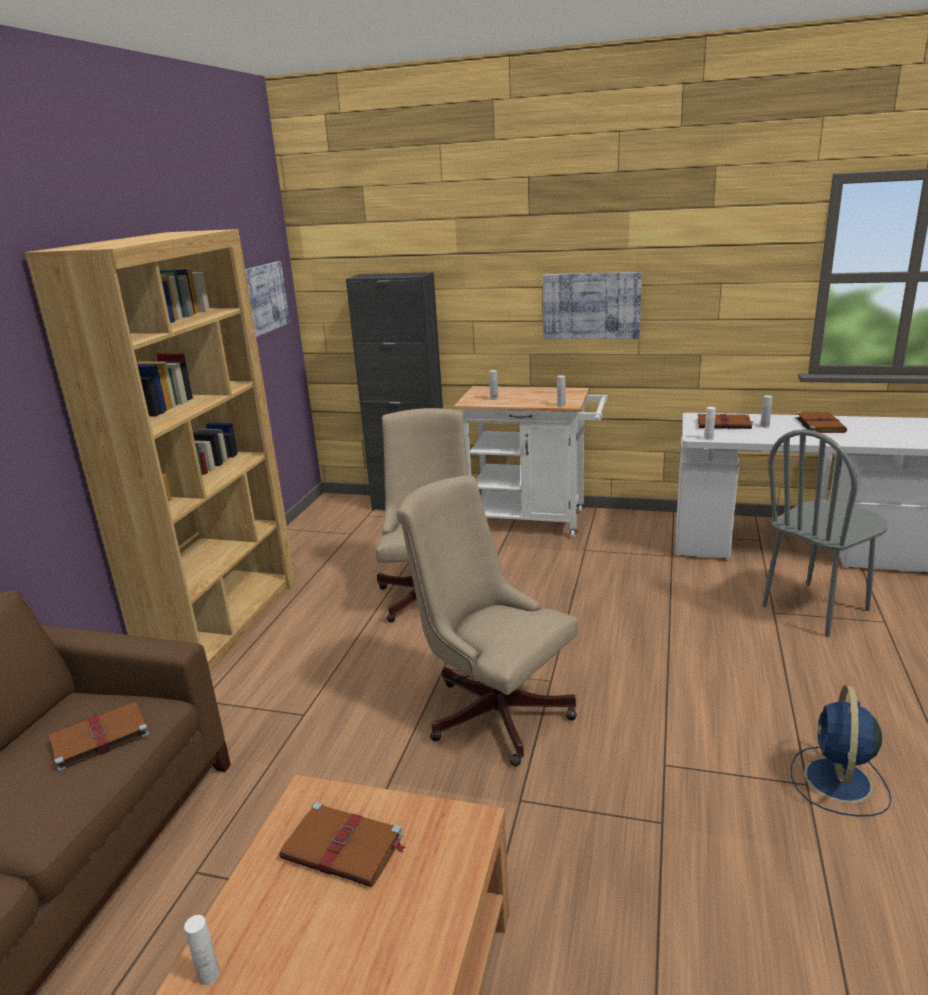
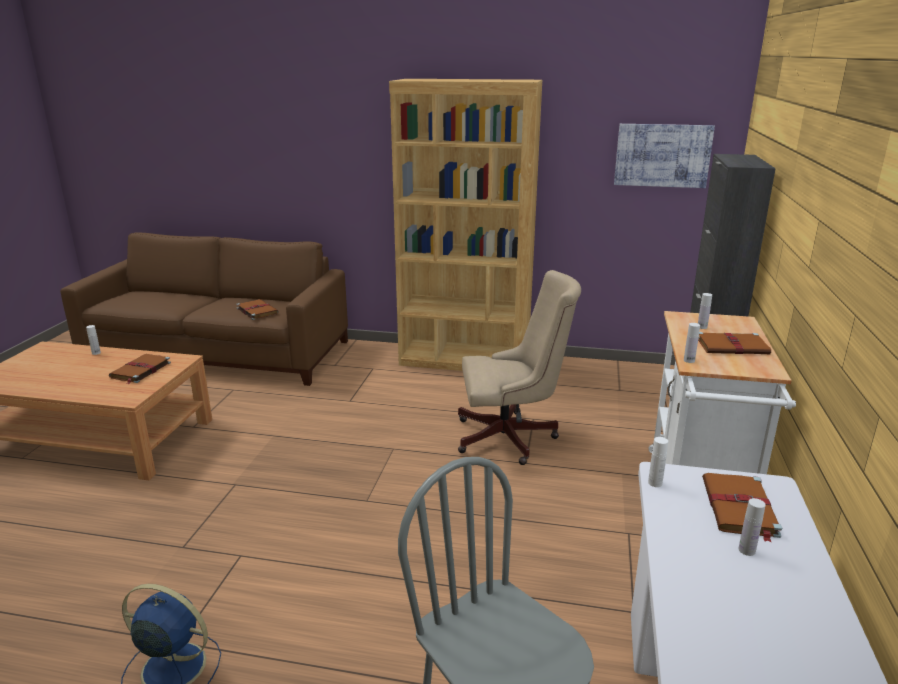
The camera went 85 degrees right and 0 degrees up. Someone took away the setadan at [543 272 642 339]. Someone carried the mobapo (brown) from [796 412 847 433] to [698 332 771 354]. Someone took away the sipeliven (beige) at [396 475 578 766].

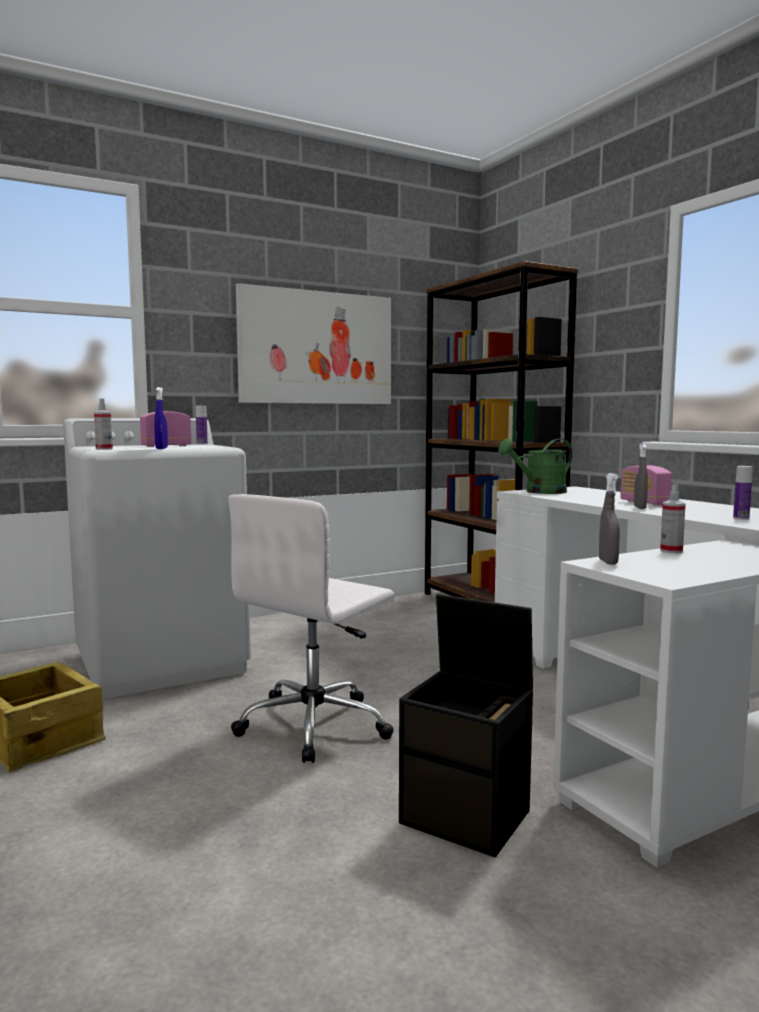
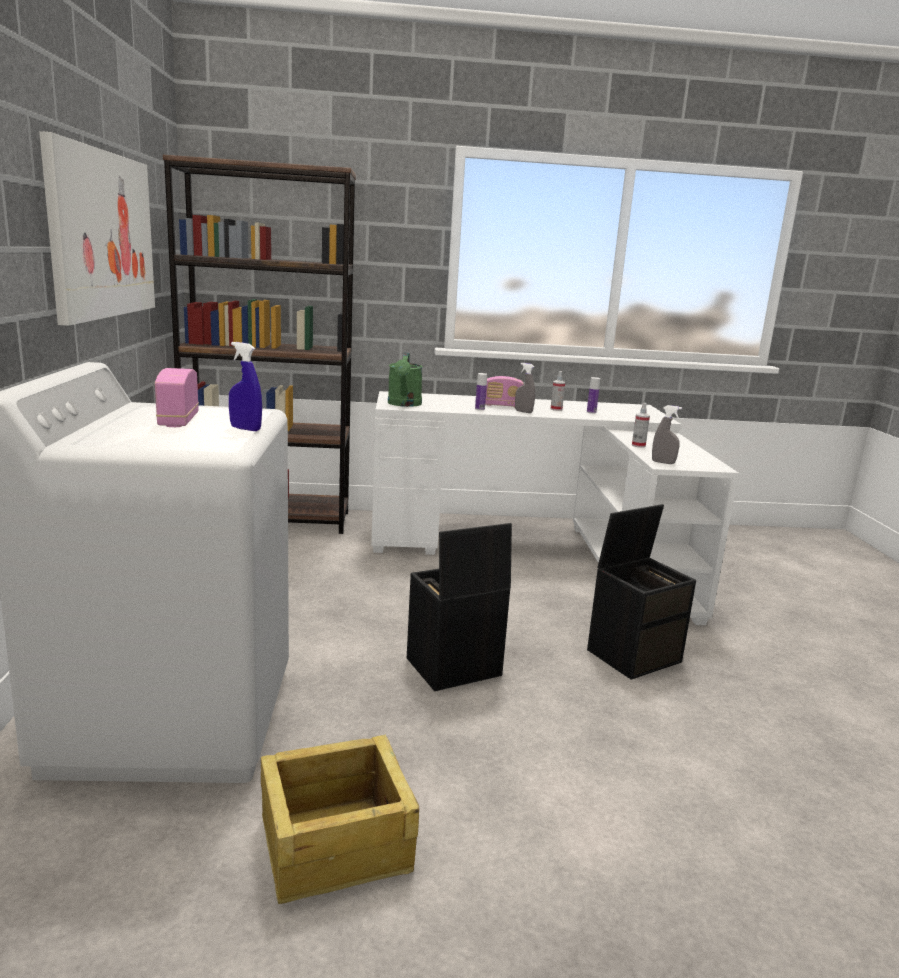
The camera went 65 degrees left and 10 degrees up. Someone carried the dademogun from [94 398 113 450] to [550 371 565 411]. Someone carried the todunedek from [196 405 208 444] to [475 373 487 410]. Someone swapped the sipeliven (white) at [228 494 395 763] for the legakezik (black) at [407 523 512 691].

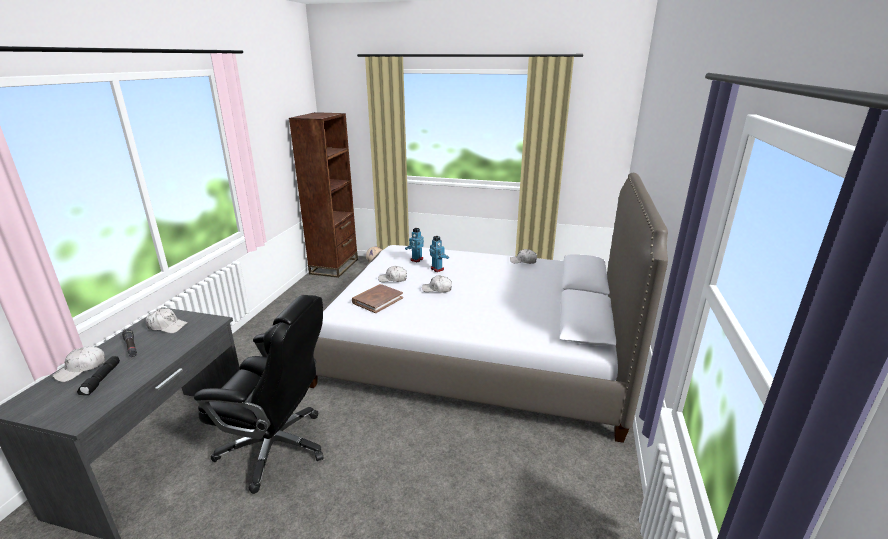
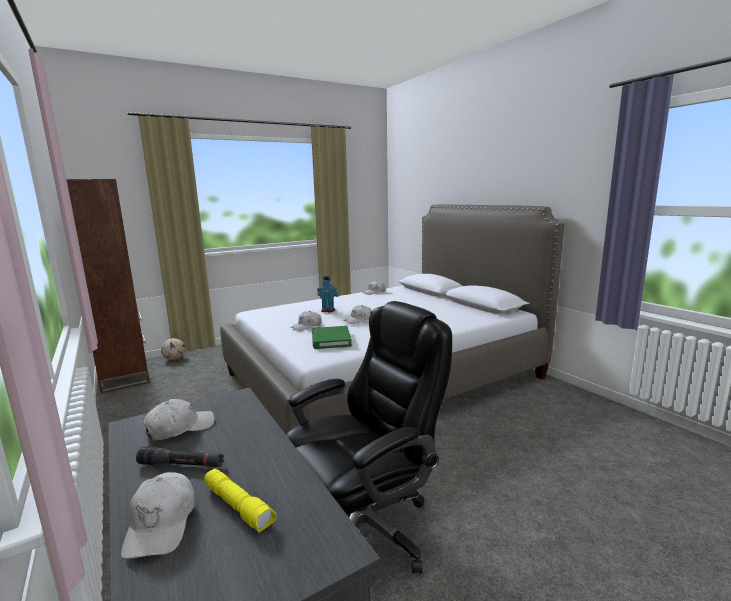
The camera went 45 degrees left and 10 degrees down. Someone took away the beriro at [405 228 424 262]. Someone repainted the mobapo (brown) at [352 284 403 313], which became the mobapo (green) at [312 326 352 349]. Someone repainted the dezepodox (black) at [77 356 120 395], which became the dezepodox (yellow) at [204 469 276 533].

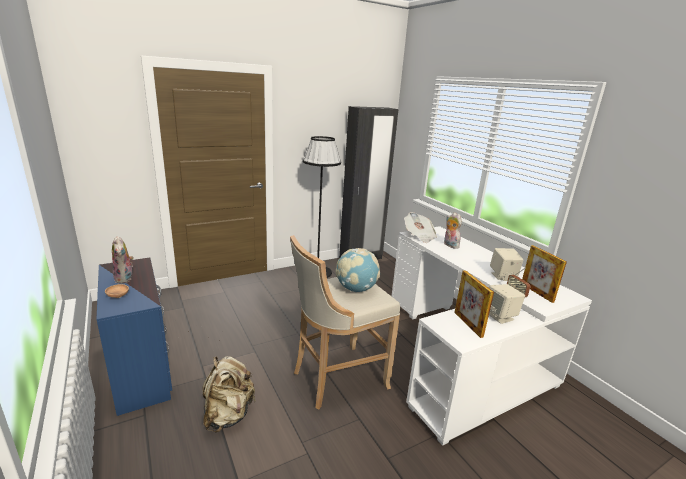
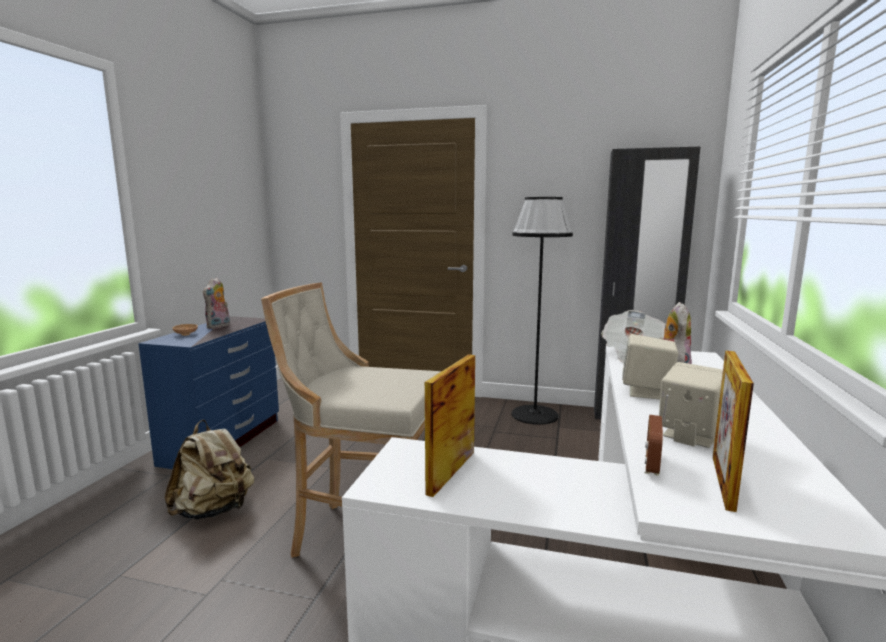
The camera went 45 degrees right and 10 degrees down. Someone took away the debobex at [336 248 380 292]. Someone carried the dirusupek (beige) from [489 284 525 324] to [622 334 679 400].

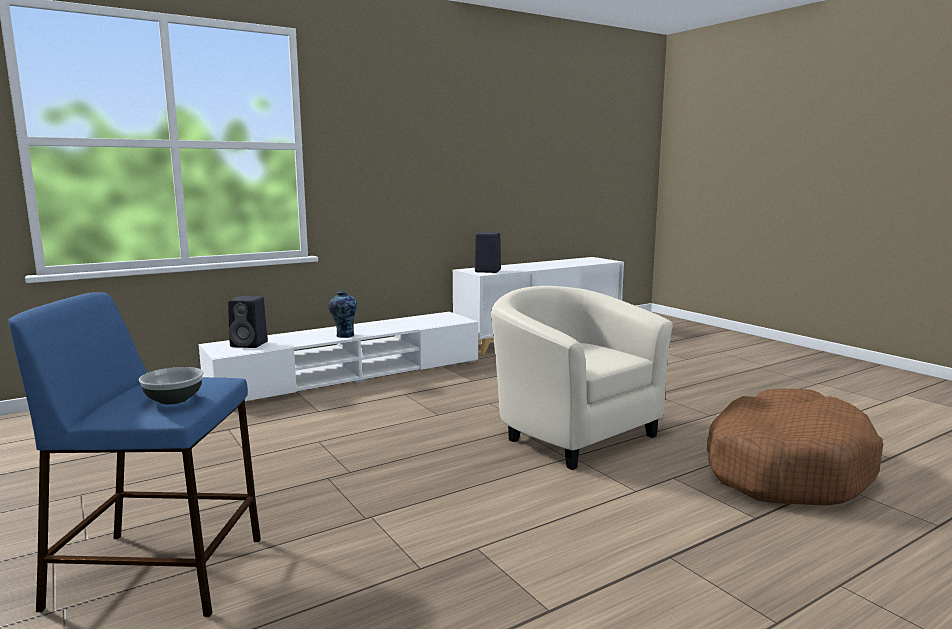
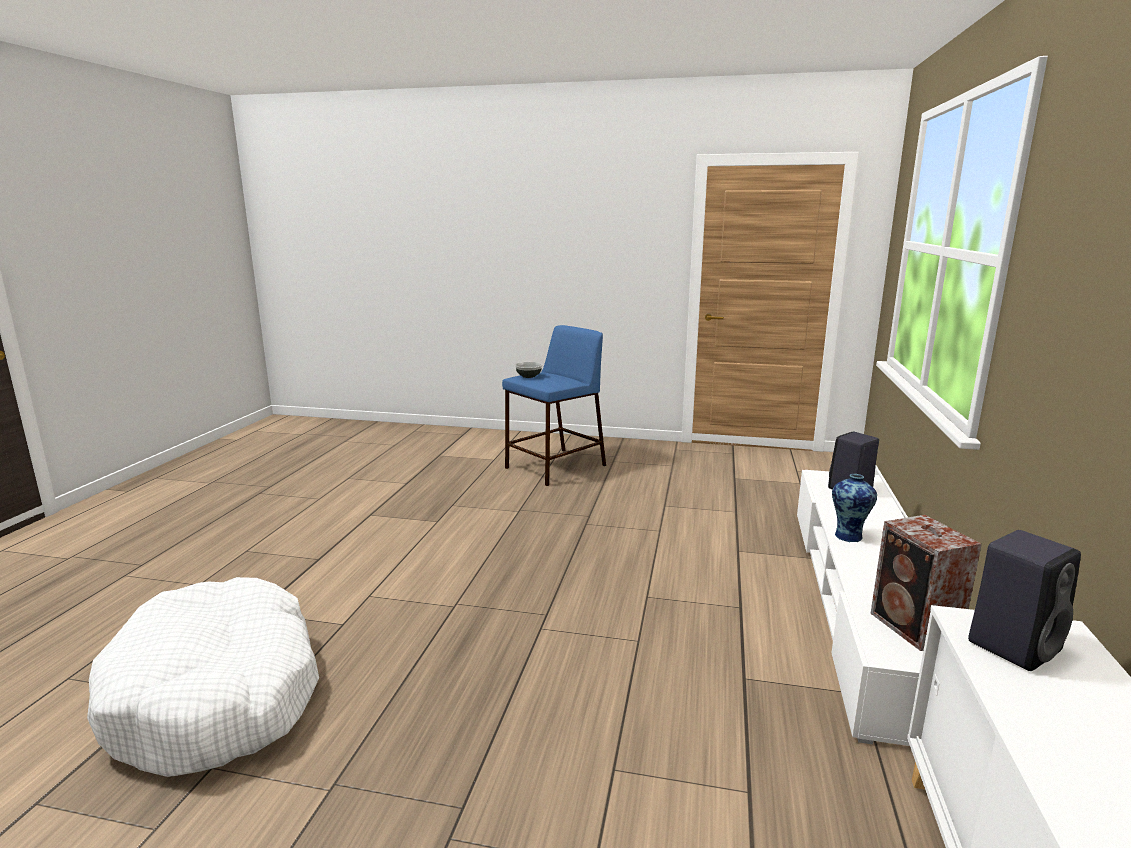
The camera went 135 degrees right and 5 degrees up. Someone took away the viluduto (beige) at [491 286 673 470]. Someone repainted the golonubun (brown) at [707 388 883 506], which became the golonubun (white) at [87 577 319 777]. Someone put down the dirusupek at [870 515 982 651].

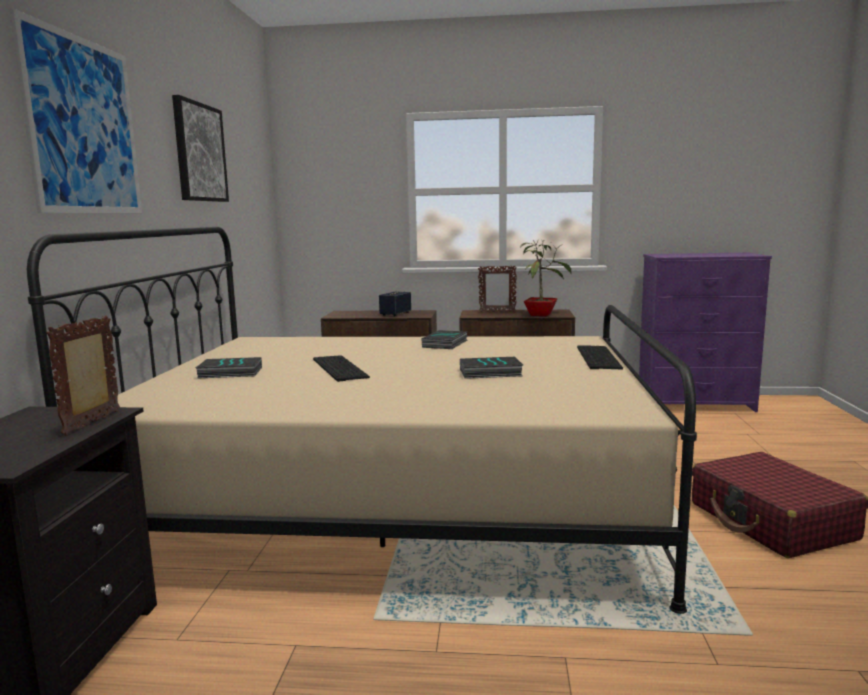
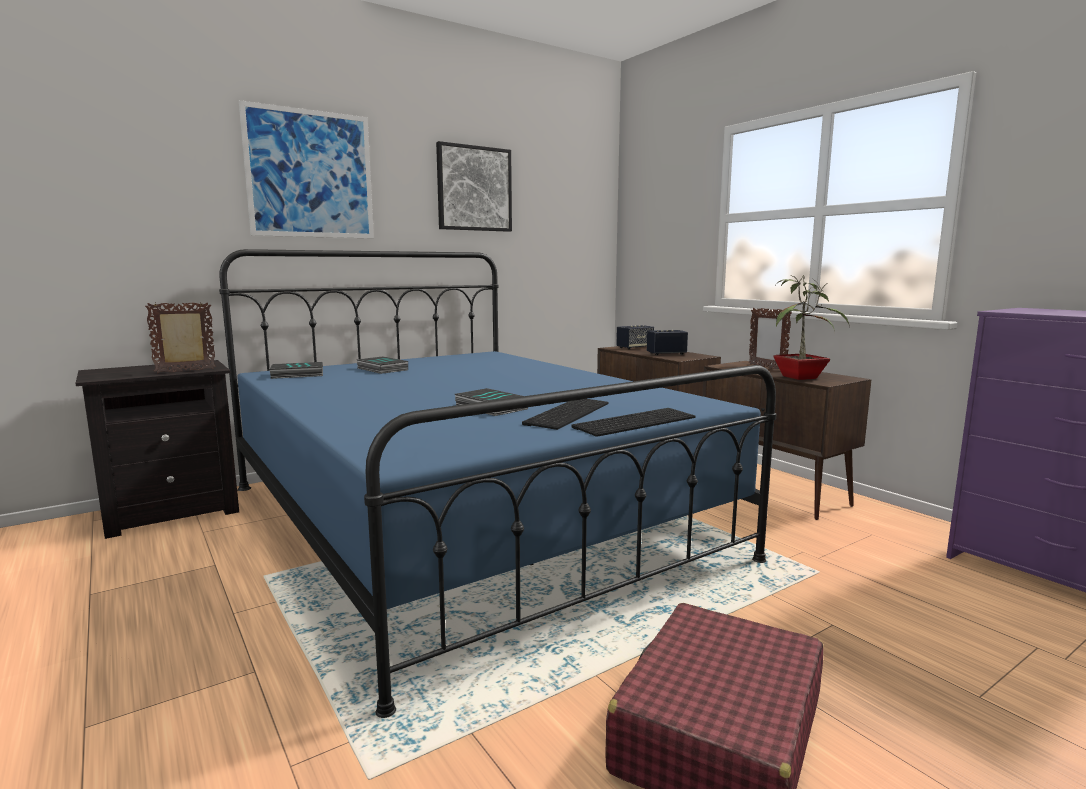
The camera went 50 degrees right and 0 degrees up. Someone repainted the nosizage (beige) at [27 227 697 614], which became the nosizage (blue) at [219 249 776 718]. Someone carried the mobapo from [421 330 467 349] to [269 362 323 379]. Someone carried the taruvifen from [313 355 370 382] to [522 399 609 430]. Someone put down the dirusupek at [616 325 654 350].

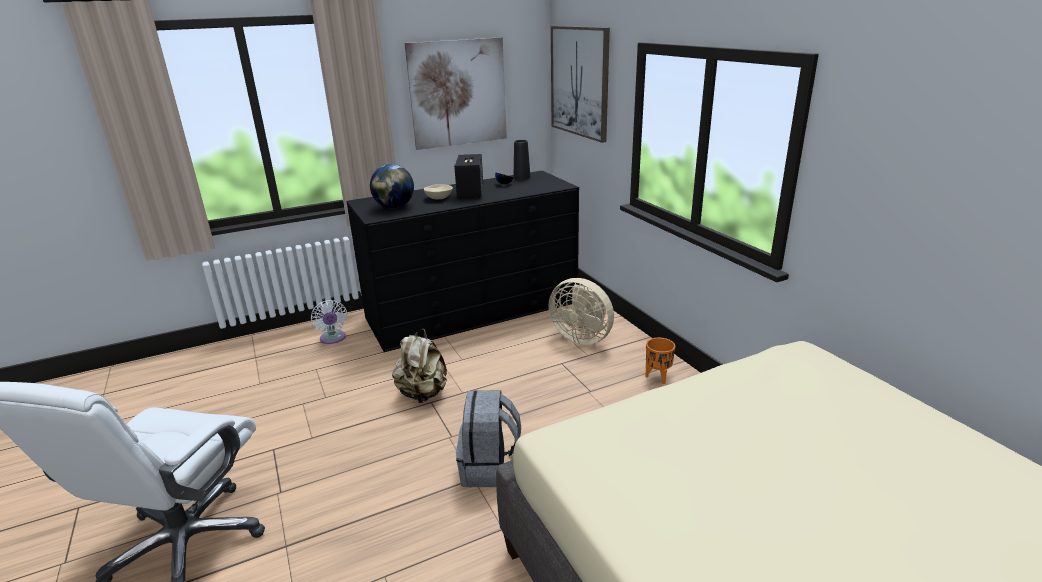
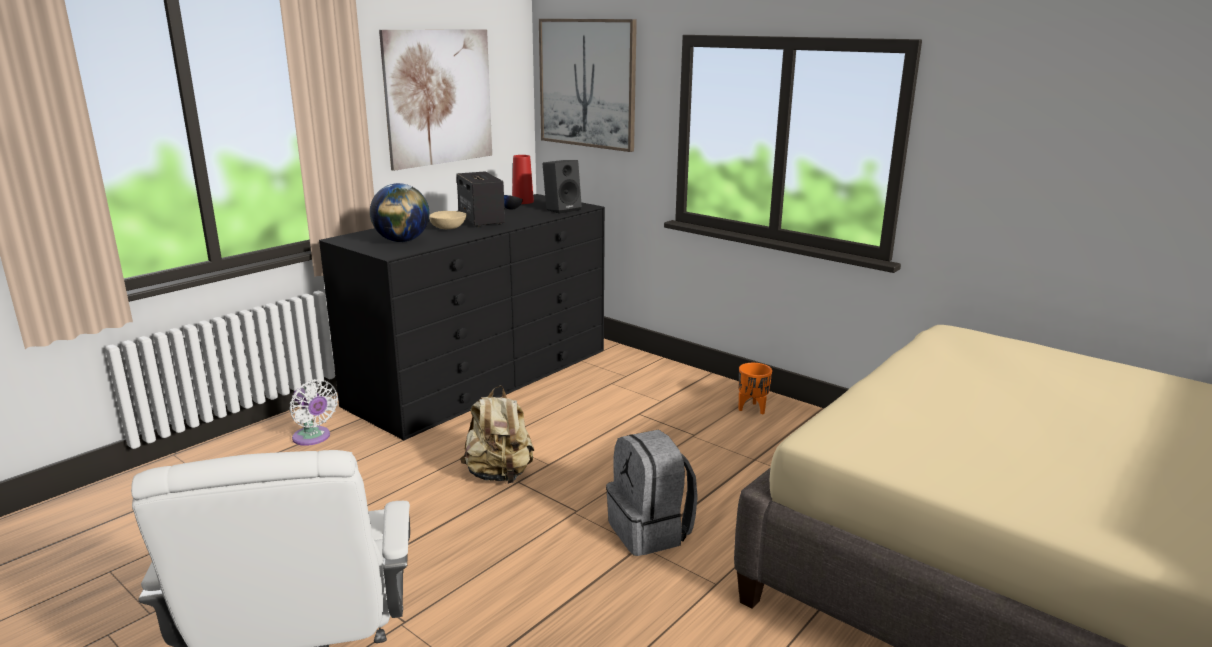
The camera went 25 degrees left and 5 degrees down. Someone repainted the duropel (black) at [513 140 531 180], which became the duropel (red) at [512 155 534 204]. Someone took away the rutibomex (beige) at [549 278 614 345]. Someone put down the dirusupek (black) at [542 160 582 214].

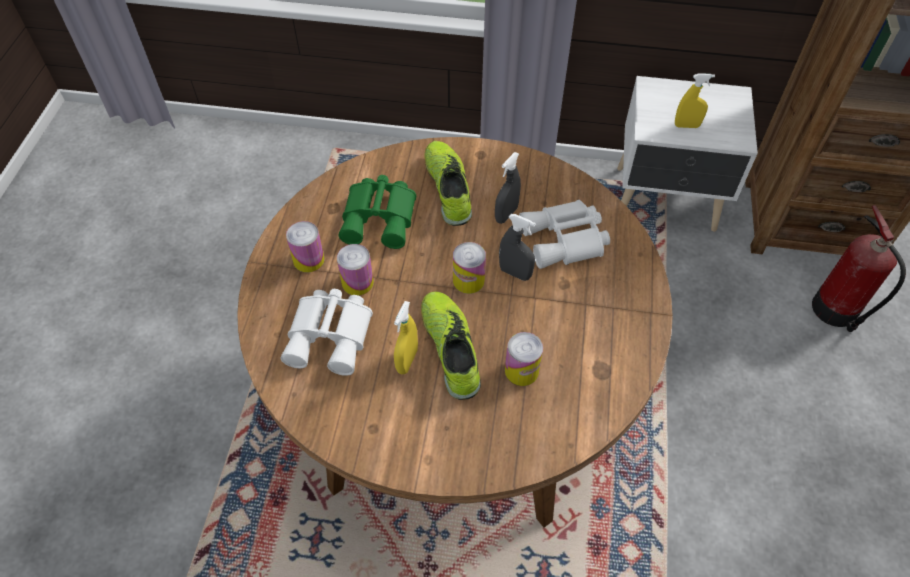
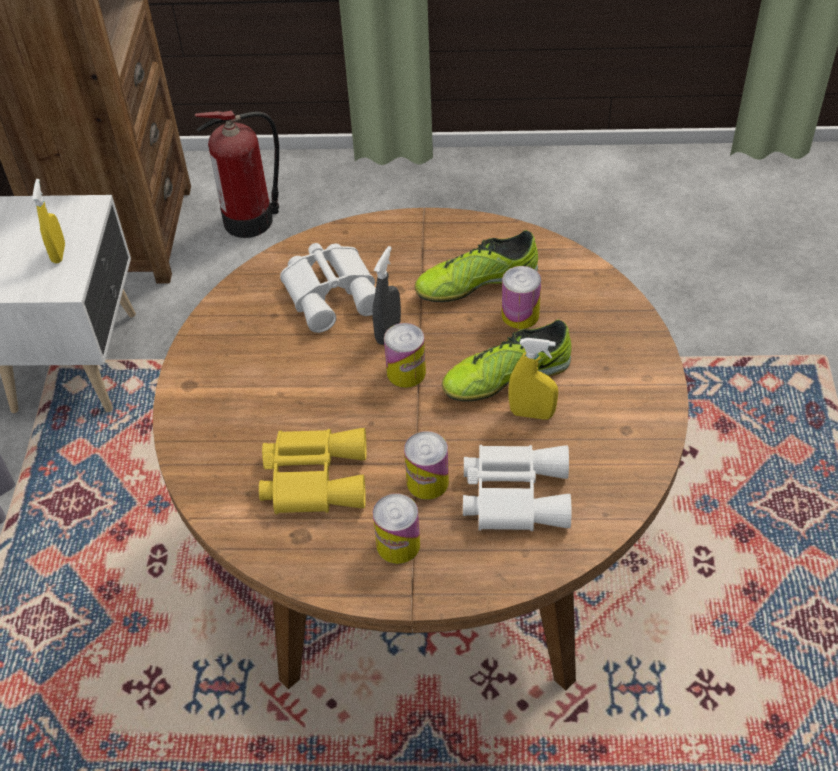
The camera went 95 degrees left and 5 degrees down. Someone carried the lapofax from [425 141 472 226] to [415 230 538 302]. Someone took away the dademogun (grey) at [495 152 521 224]. Someone repainted the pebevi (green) at [339 175 416 249], which became the pebevi (yellow) at [259 428 366 514].

